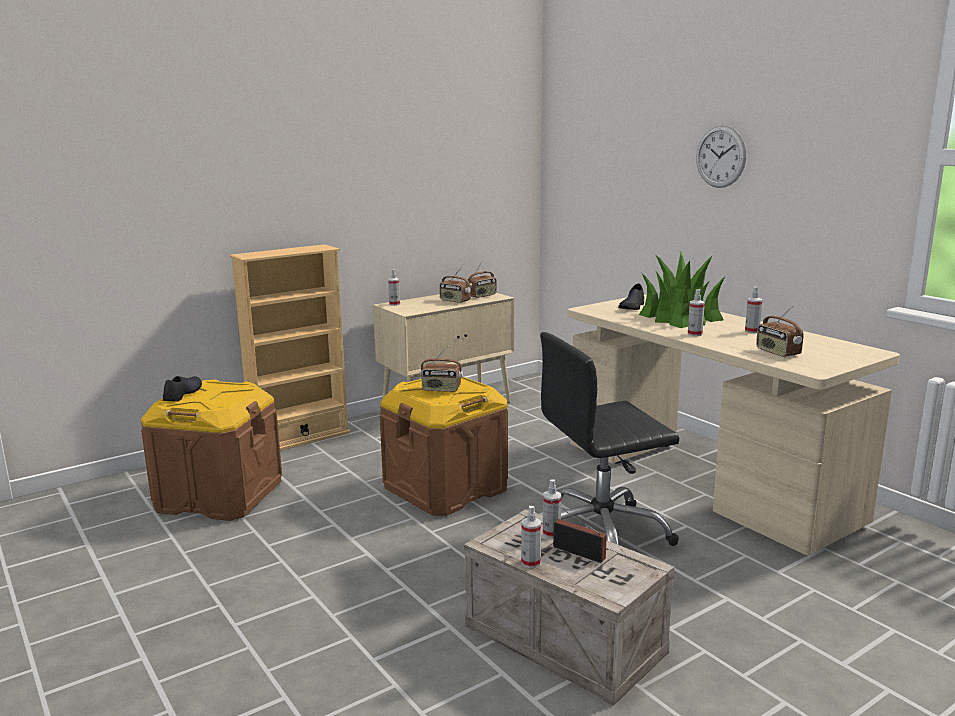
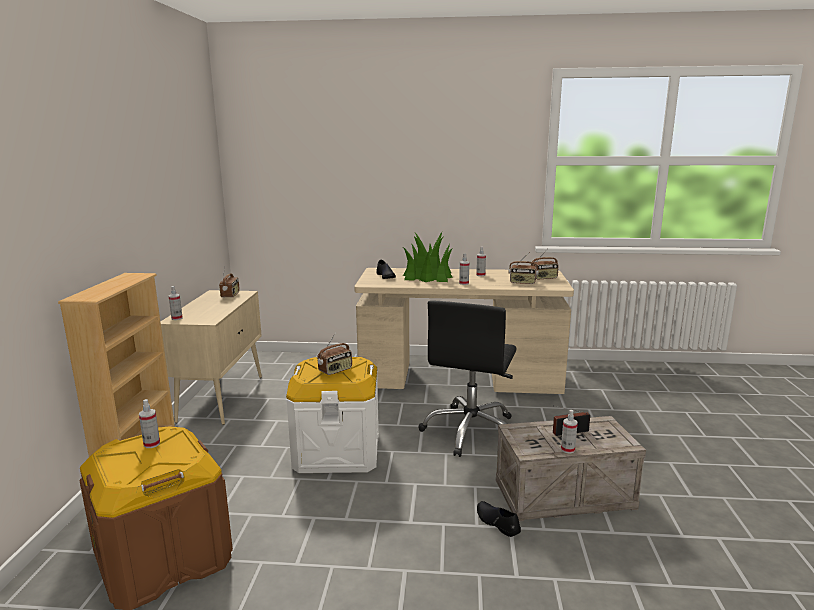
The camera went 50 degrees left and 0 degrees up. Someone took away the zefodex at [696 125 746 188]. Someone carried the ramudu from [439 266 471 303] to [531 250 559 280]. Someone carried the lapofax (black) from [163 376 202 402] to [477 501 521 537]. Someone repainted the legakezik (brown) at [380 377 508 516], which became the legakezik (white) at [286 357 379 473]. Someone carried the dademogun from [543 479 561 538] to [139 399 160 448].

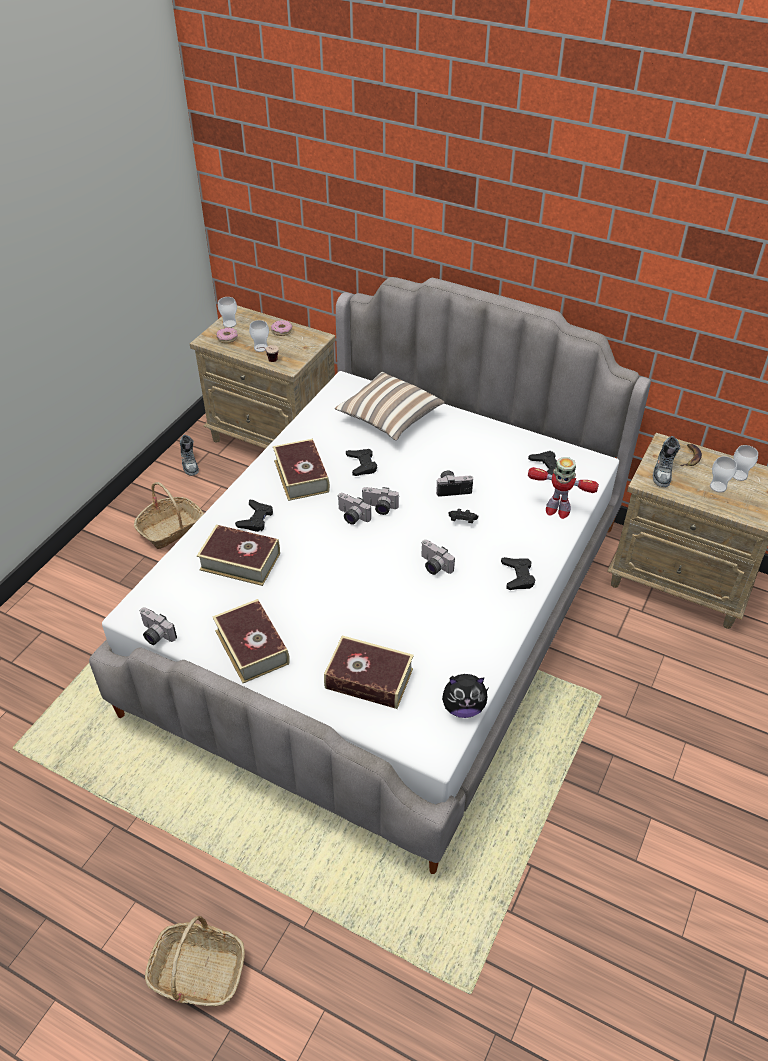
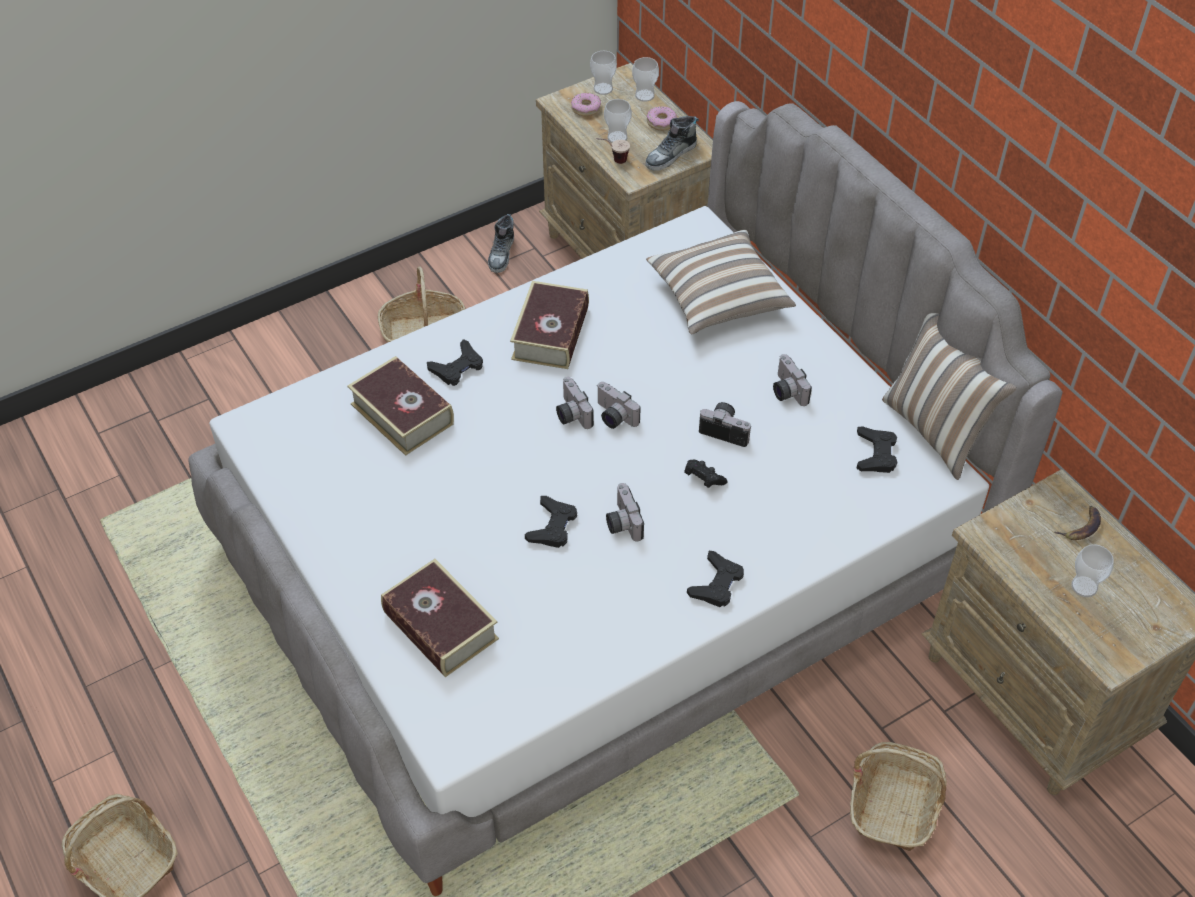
The camera went 30 degrees right and 5 degrees up. Someone carried the lapofax from [653 436 680 487] to [645 116 699 171]. Someone carried the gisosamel from [733 445 758 481] to [632 57 659 102]. Someone carried the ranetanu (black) from [346 449 377 476] to [525 496 577 548]. Someone took away the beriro at [528 457 599 519]. Someone took away the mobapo at [213 599 290 683]. Someone carried the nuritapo from [140 607 177 645] to [773 354 812 406]. Someone took away the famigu at [442 674 489 718]. Someone put down the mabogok at [882 313 1017 480]. Someone put down the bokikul at [850 742 947 851].

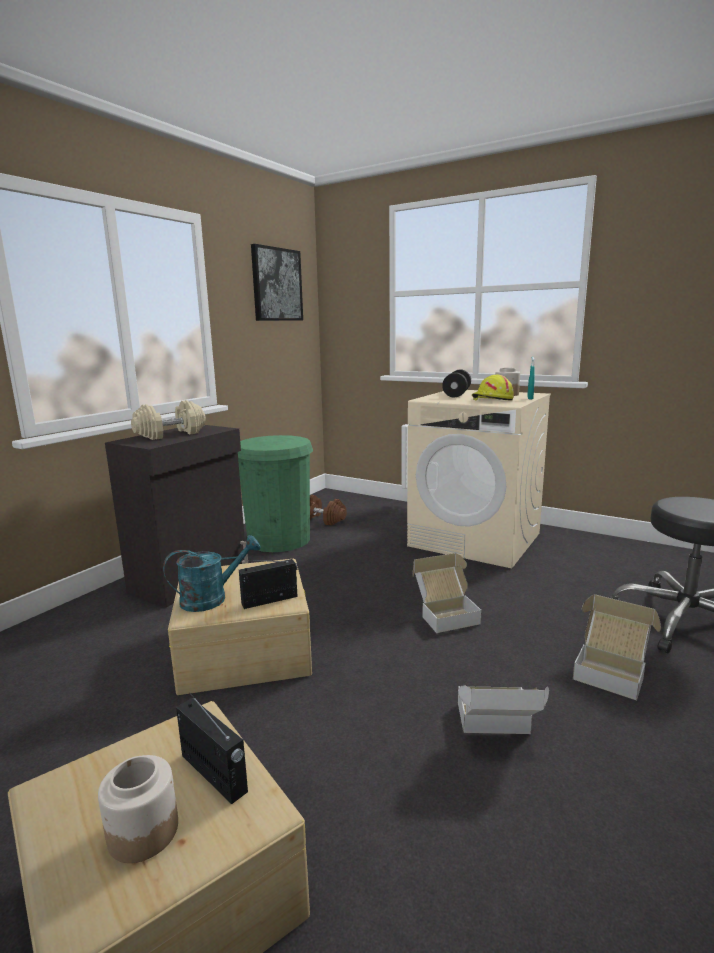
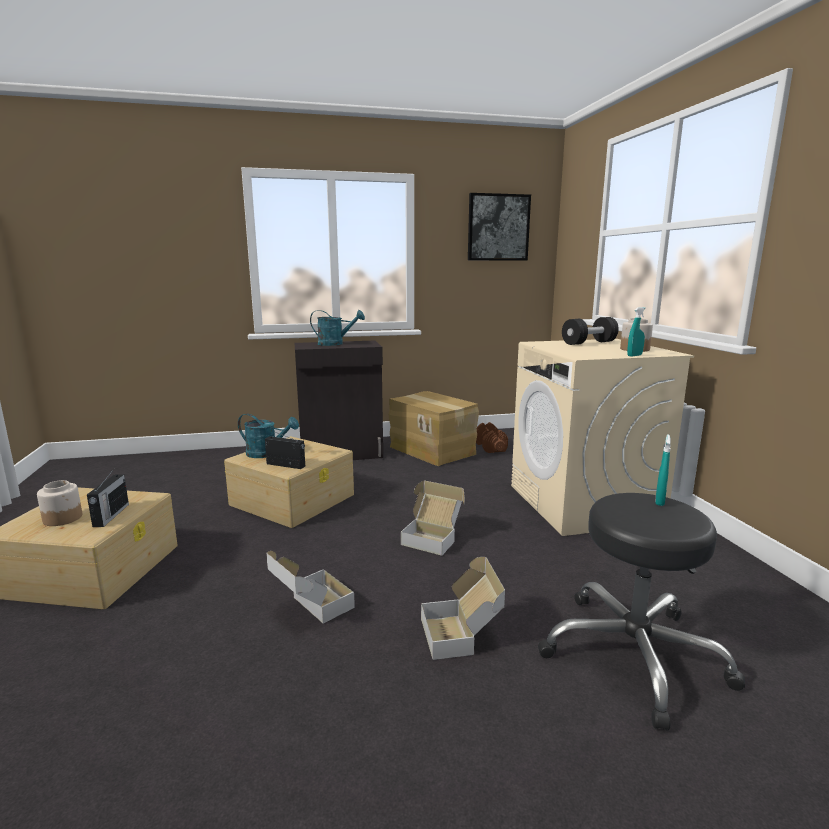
The camera went 45 degrees right and 0 degrees up. Someone took away the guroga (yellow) at [472 375 514 401]. Someone swapped the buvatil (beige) at [131 400 206 440] for the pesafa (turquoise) at [310 310 365 346]. Someone swapped the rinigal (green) at [238 435 313 552] for the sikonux at [389 391 479 466]. Someone put down the dademogun (turquoise) at [656 434 671 506].

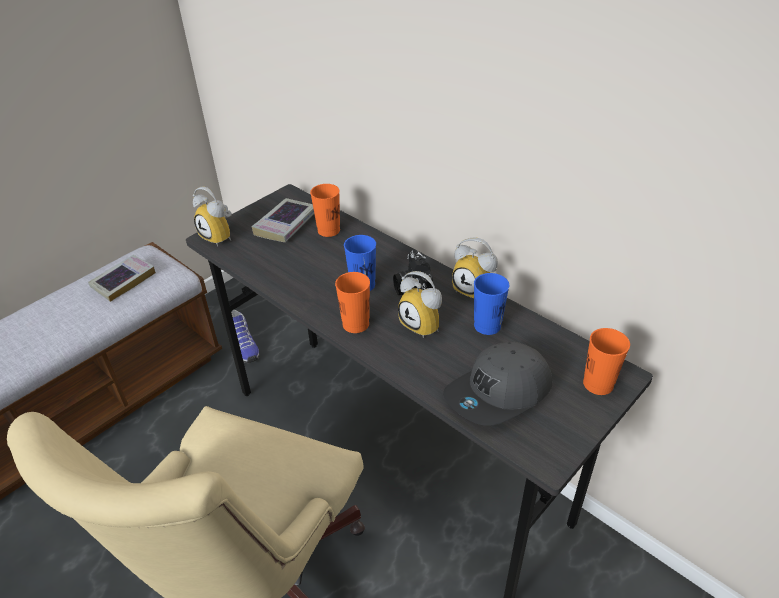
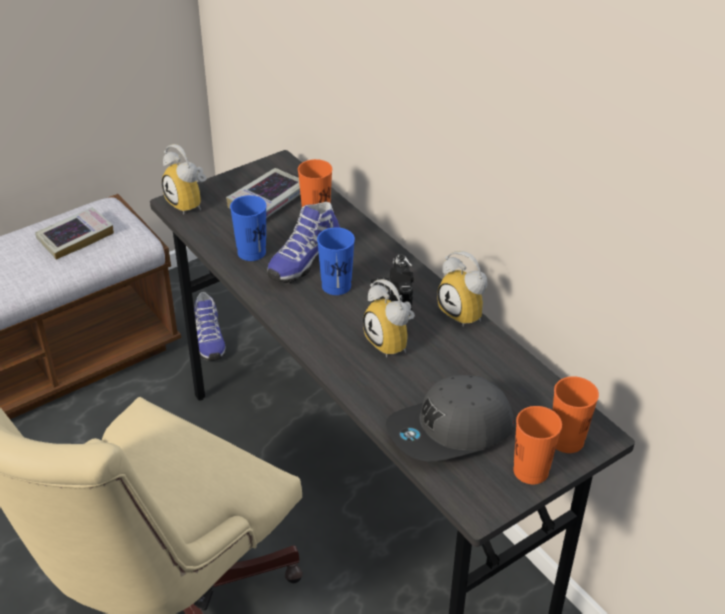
The camera went 10 degrees right and 0 degrees up. Someone carried the gisosamel (orange) from [335 272 370 333] to [513 406 562 484]. Someone carried the gisosamel (blue) from [474 273 509 335] to [230 195 266 261]. Someone put down the lapofax at [267 202 340 283].

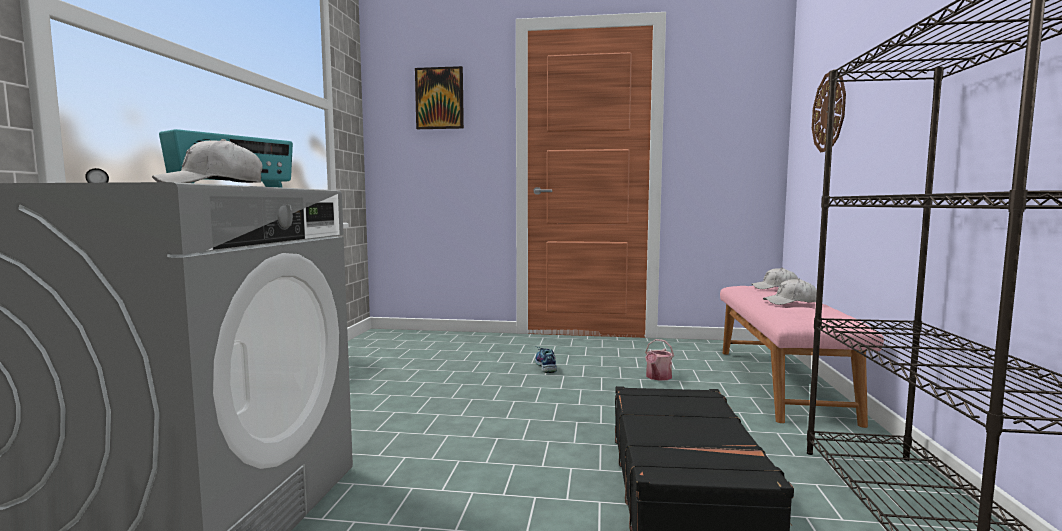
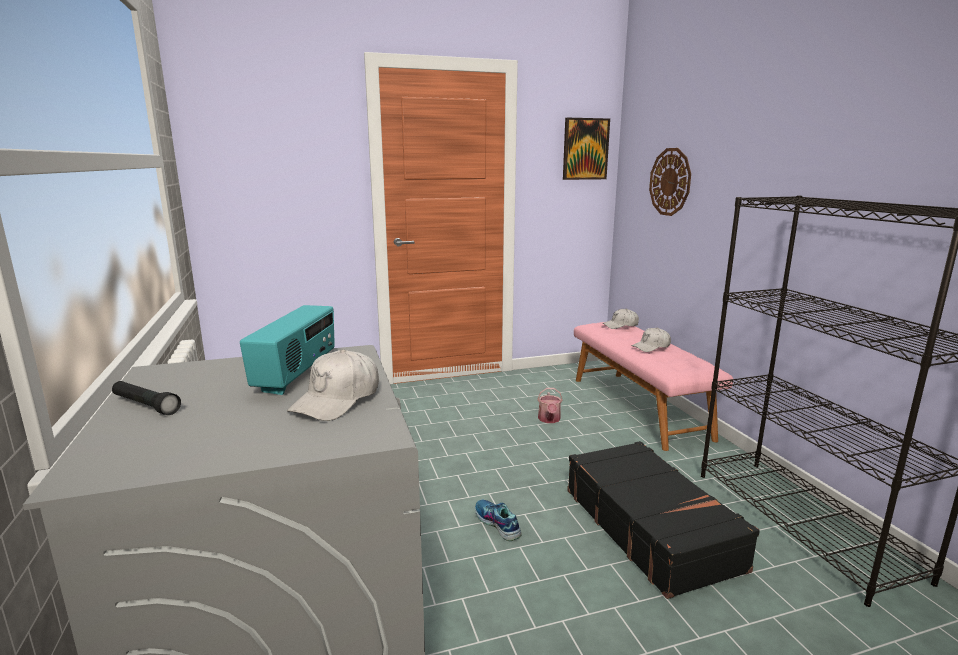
The camera went 25 degrees left and 10 degrees up. Someone carried the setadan from [415 66 464 129] to [563 118 610 180]. Someone carried the lapofax from [535 347 557 373] to [475 500 522 541].

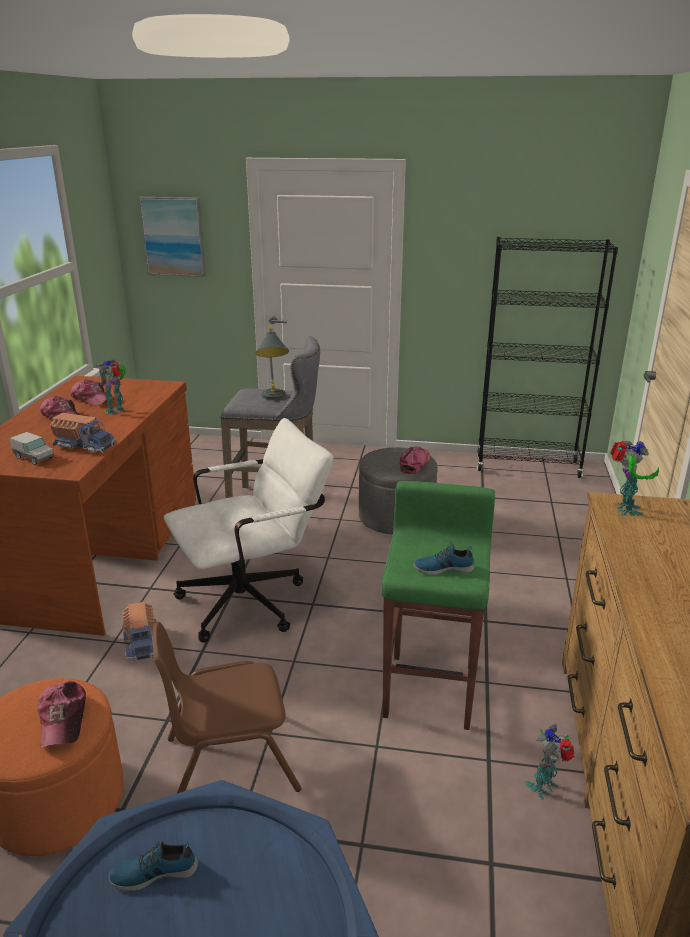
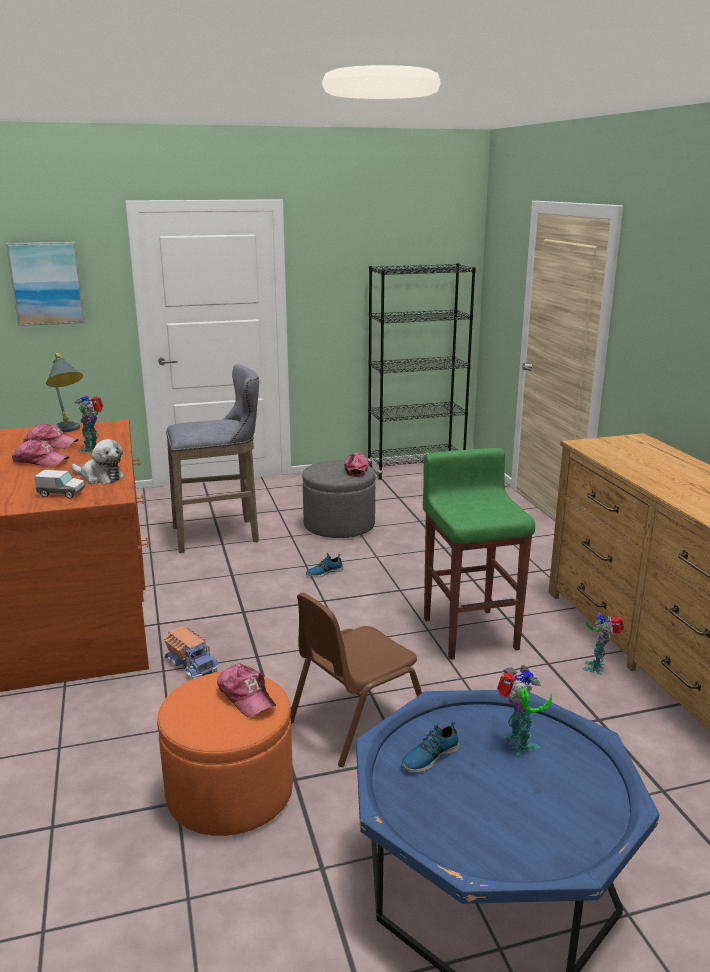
The camera went 25 degrees left and 5 degrees down. Someone carried the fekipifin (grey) from [256 326 289 399] to [46 353 83 432]. Someone swapped the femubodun at [50 413 116 453] for the famigu at [72 439 125 484]. Someone took away the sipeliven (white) at [164 418 333 643]. Someone carried the beriro from [610 441 659 516] to [497 665 552 755]. Someone carried the lapofax from [413 541 474 575] to [306 553 343 577].

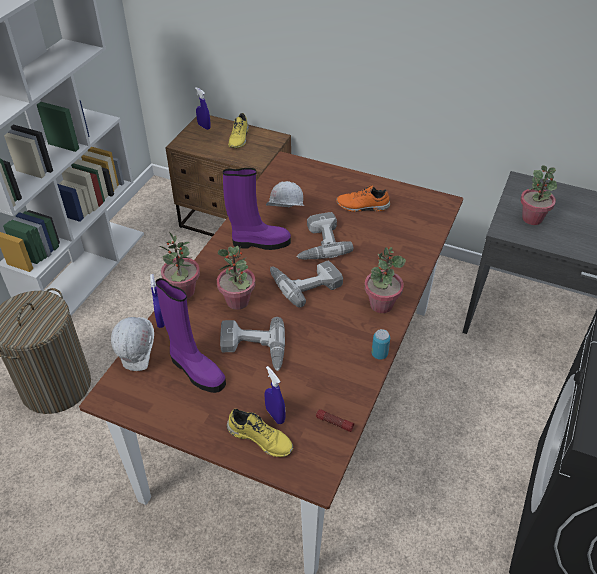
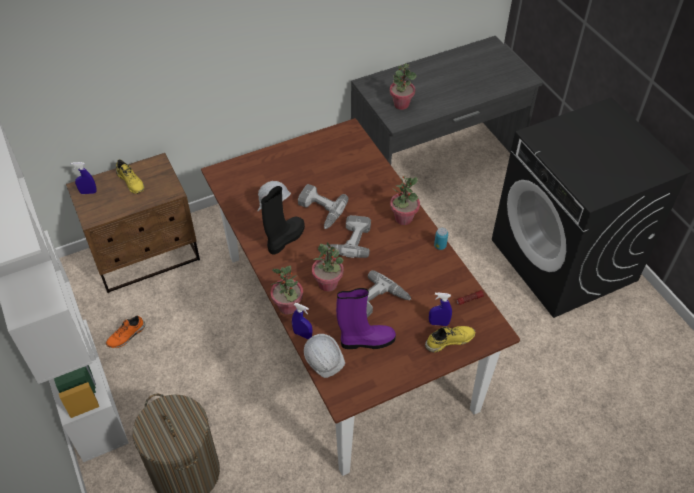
The camera went 50 degrees left and 5 degrees up. Someone repainted the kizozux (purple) at [223 168 291 250], which became the kizozux (black) at [261 186 305 254]. Someone carried the lapofax (orange) from [336 186 390 212] to [106 316 145 348].

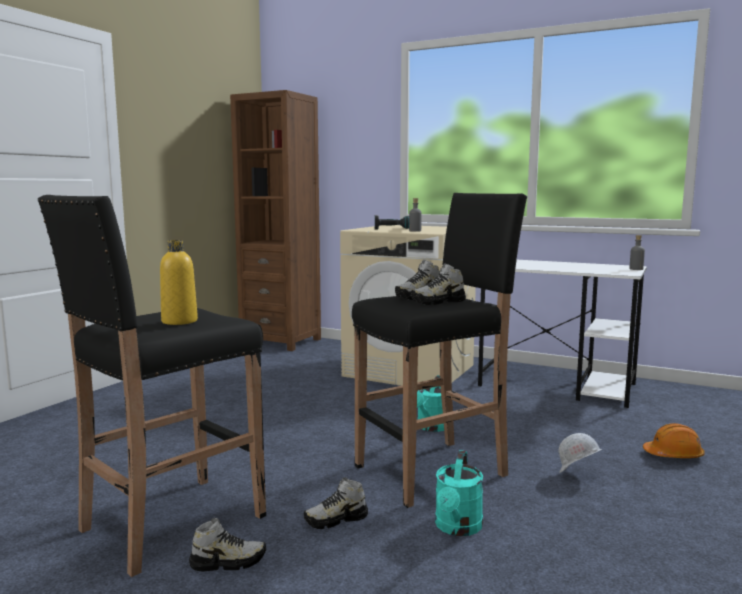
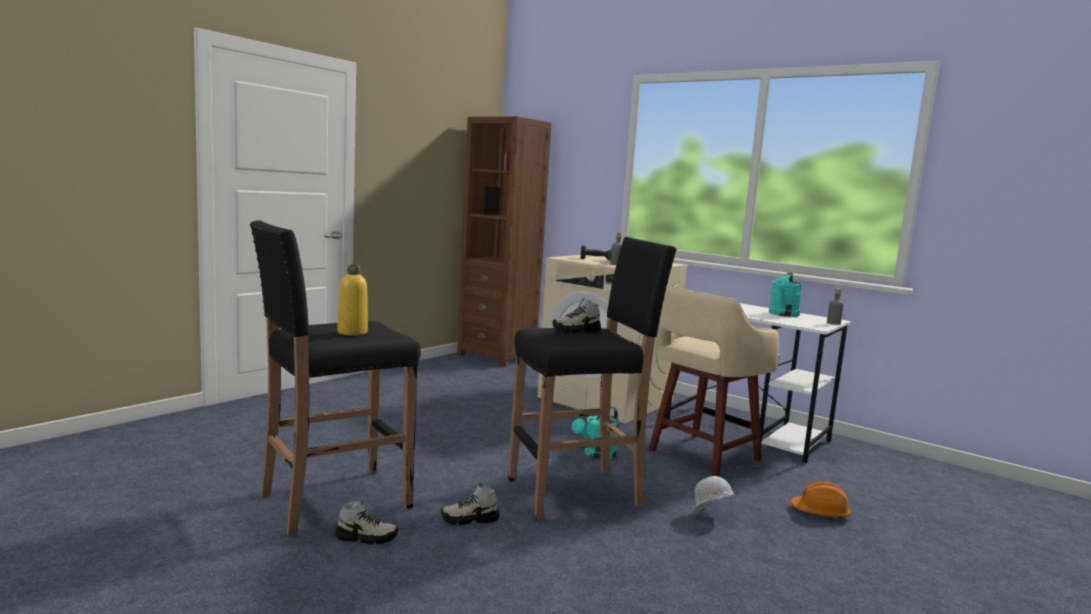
The camera went 10 degrees right and 0 degrees up. Someone took away the lapofax at [411 263 466 305]. Someone carried the pesafa (turquoise) from [435 450 483 536] to [769 272 803 317]. Someone put down the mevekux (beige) at [648 286 780 477].

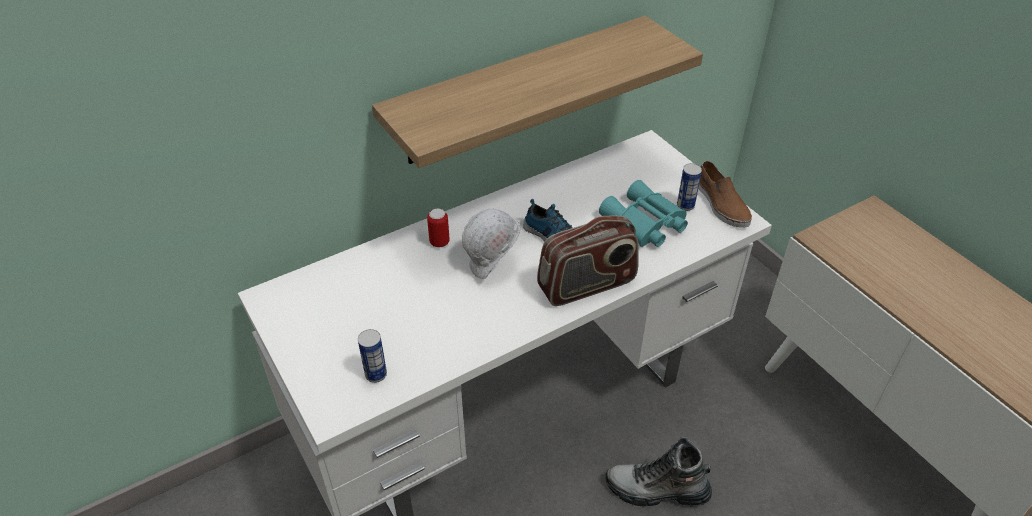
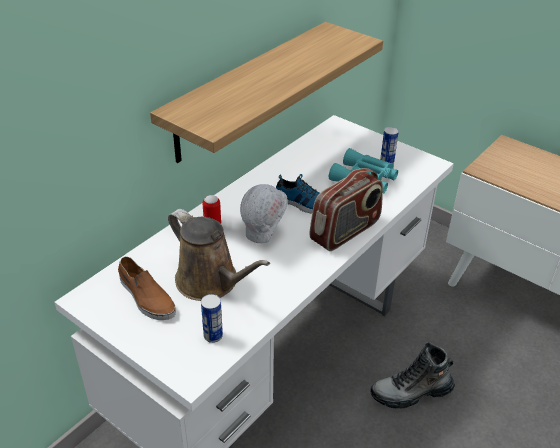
The camera went 20 degrees left and 5 degrees down. Someone carried the lapofax (brown) from [698 161 752 228] to [118 256 176 320]. Someone put down the pesafa (brown) at [168 209 270 301].

